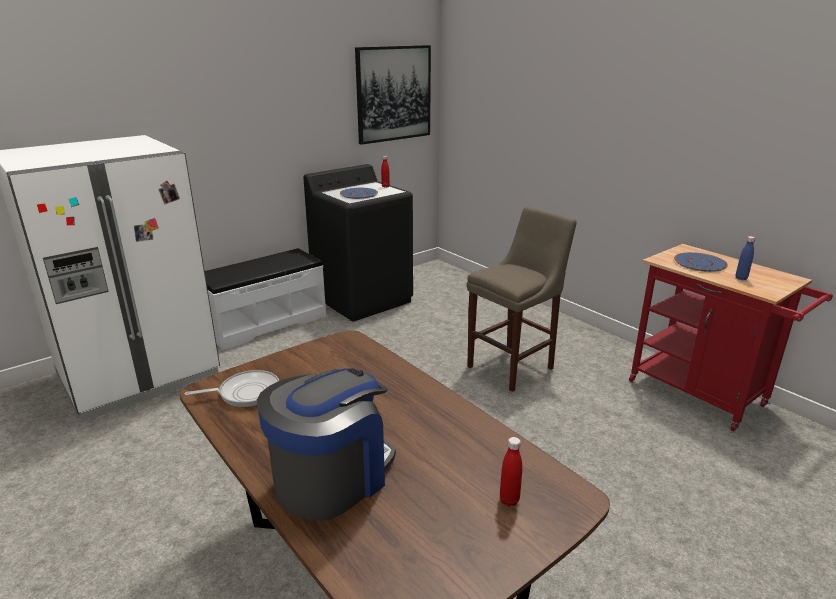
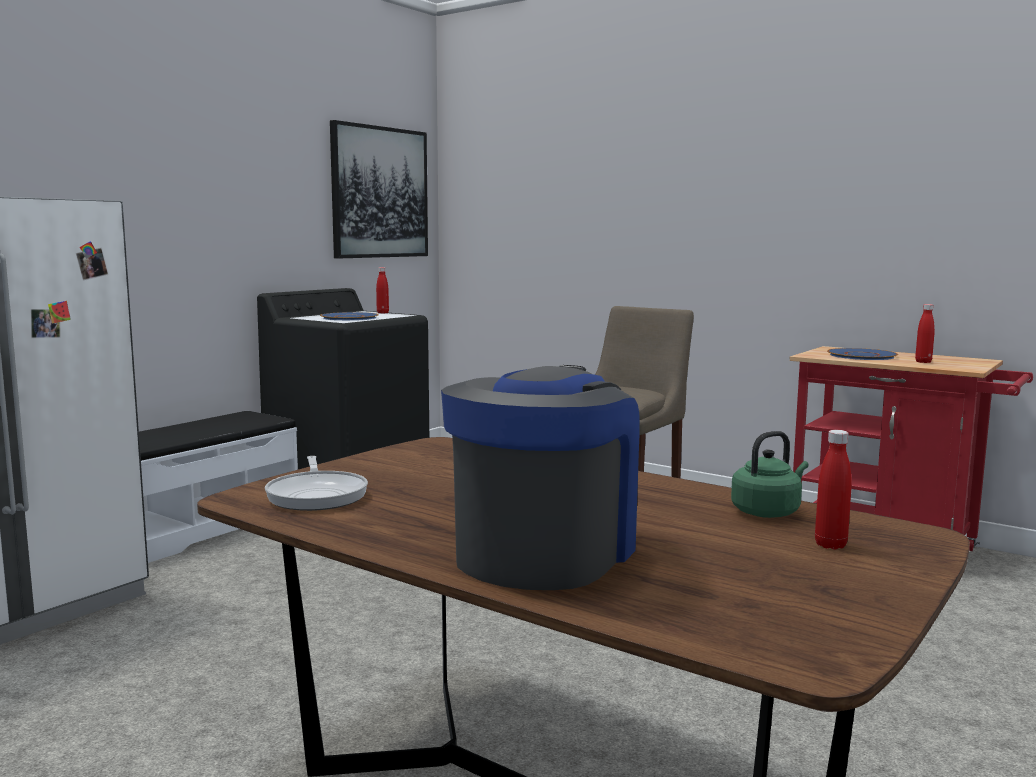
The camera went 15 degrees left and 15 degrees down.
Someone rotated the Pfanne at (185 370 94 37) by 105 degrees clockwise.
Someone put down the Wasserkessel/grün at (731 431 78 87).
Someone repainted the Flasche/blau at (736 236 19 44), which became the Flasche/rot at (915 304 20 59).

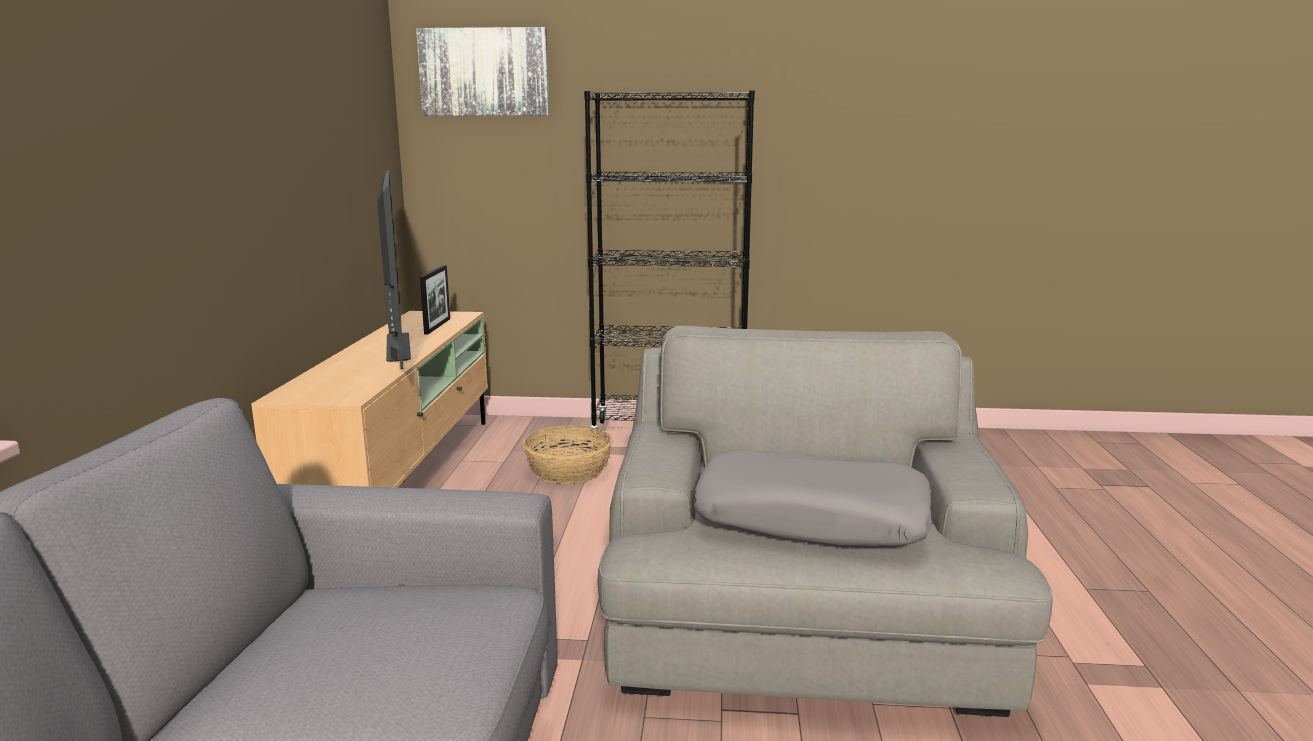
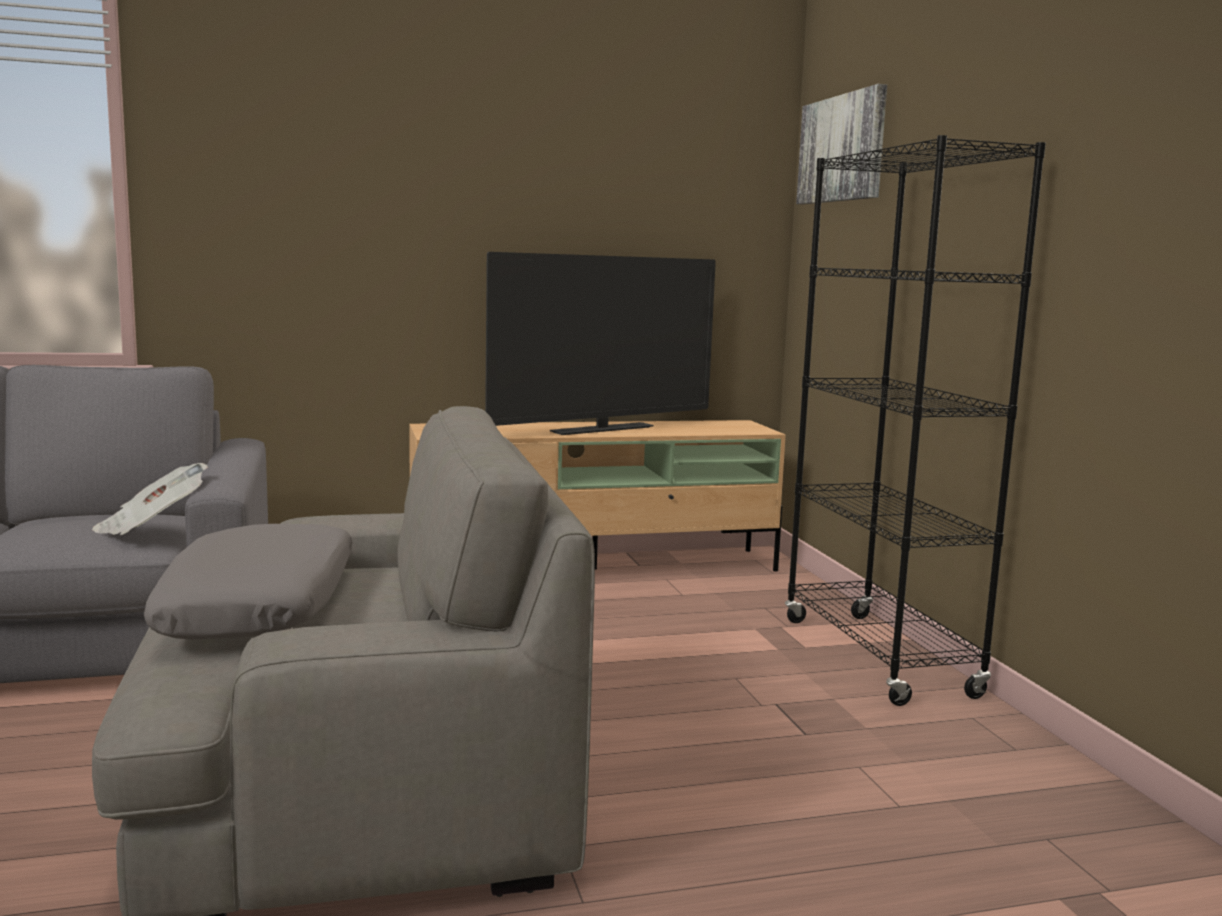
The camera went 70 degrees right and 5 degrees down.
Someone put down the Zeitung at (92 463 116 72).
Someone took away the Bilderrahmen at (420 265 30 70).
Someone took away the Korb at (522 426 91 58).

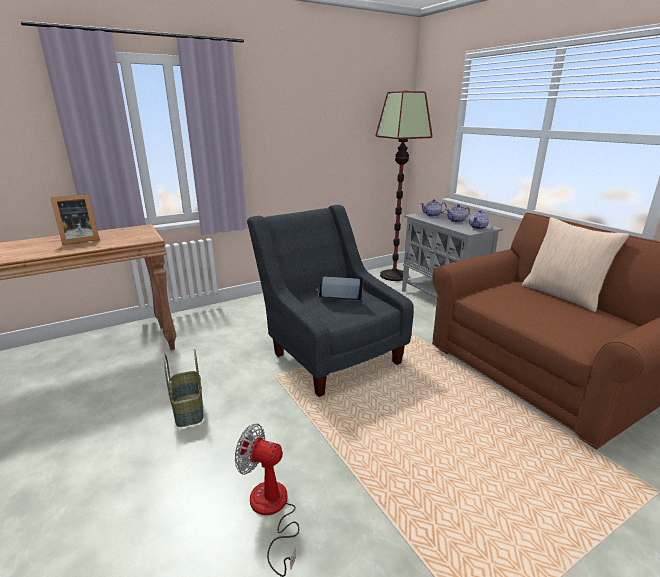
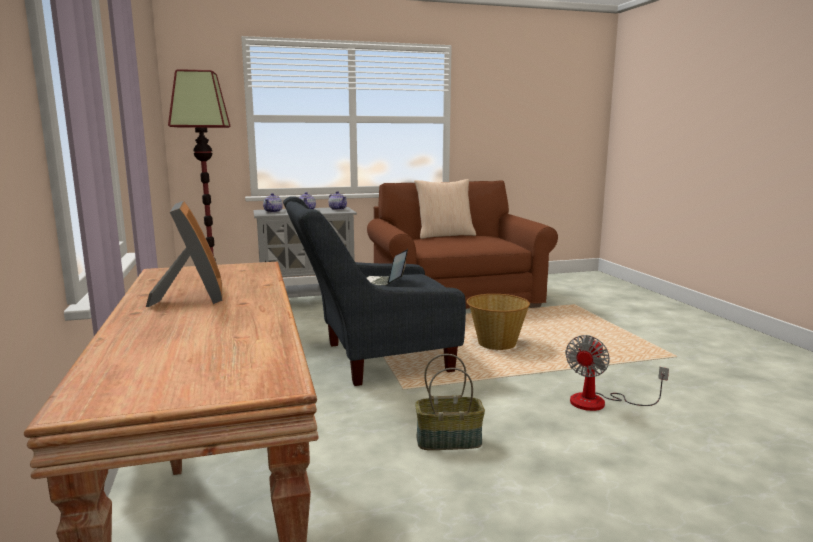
The camera went 75 degrees left and 10 degrees down.
Someone put down the Korb at (467 294 63 56).

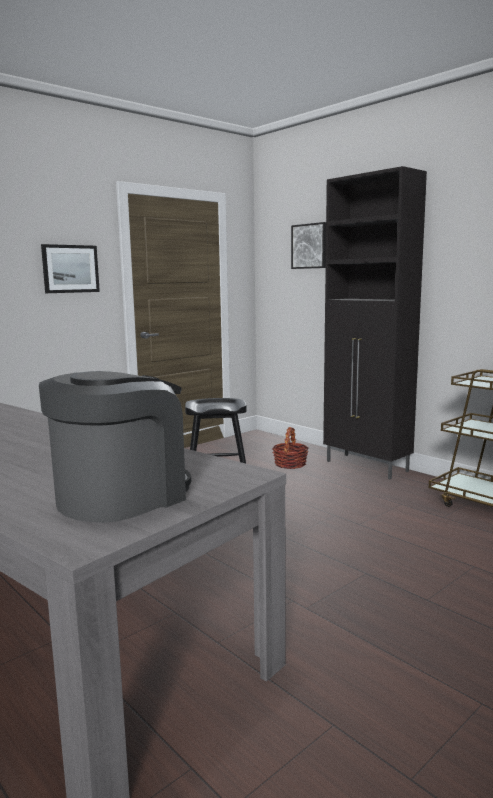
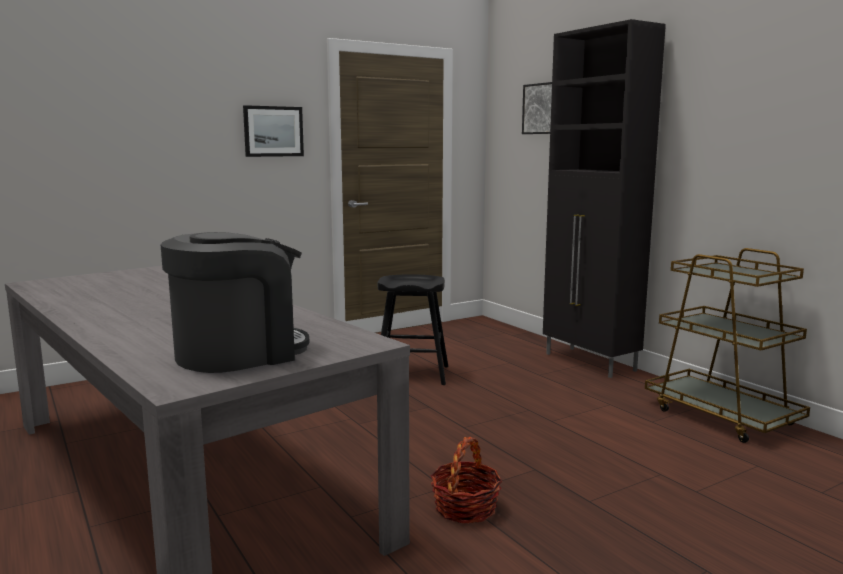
The camera went 10 degrees right and 0 degrees up.
Someone carried the Korb from (272 427 36 42) to (430 437 72 87).

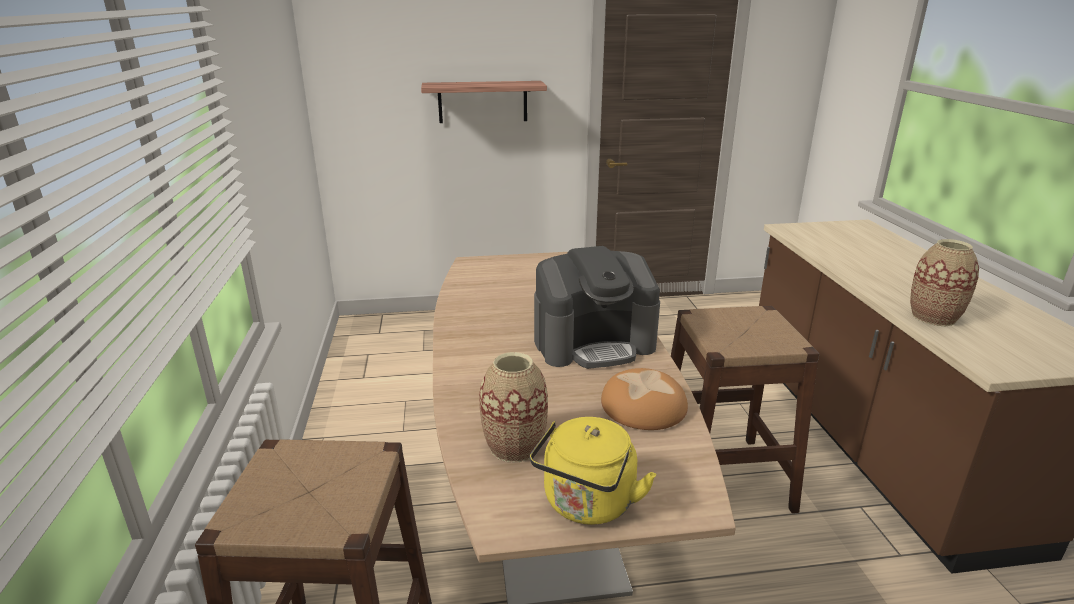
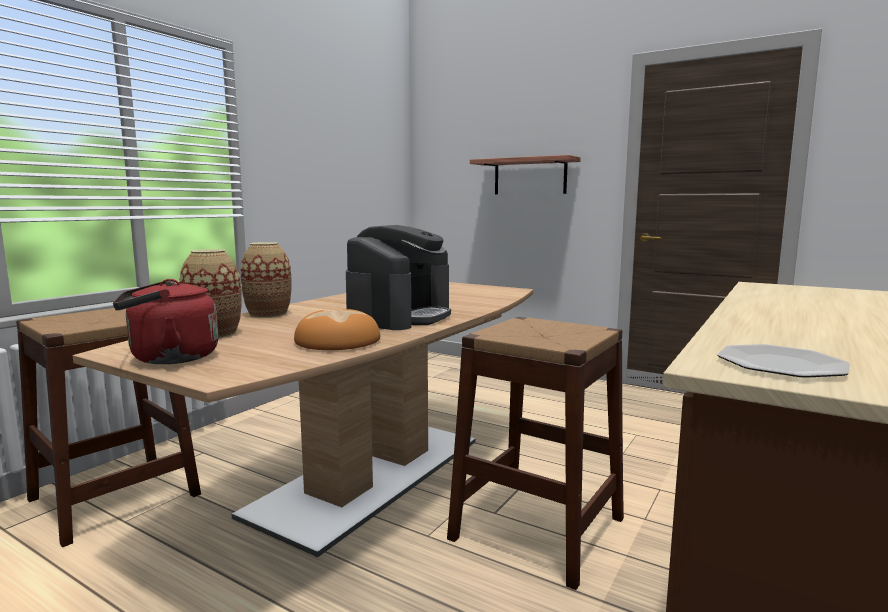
The camera went 40 degrees right and 15 degrees down.
Someone repainted the Wasserkessel/gelb at (530 417 126 108), which became the Wasserkessel/rot at (113 279 105 85).
Someone carried the Vase from (910 239 69 87) to (241 242 50 76).
Someone rotated the Kaffeemaschine at (534 246 126 123) by 90 degrees counterclockwise.
Someone put down the Teller at (717 344 133 34).

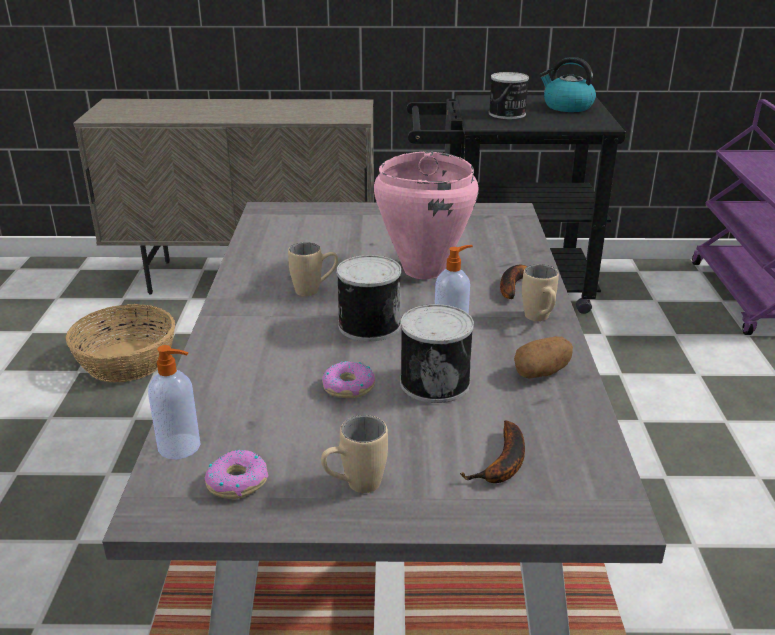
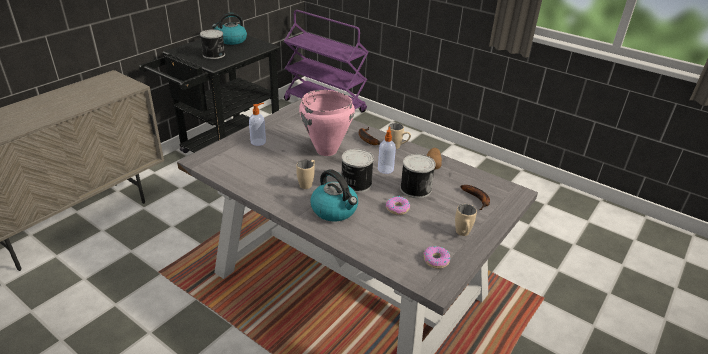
The camera went 55 degrees left and 5 degrees up.
Someone carried the Seifenspender from (148 345 52 114) to (249 103 17 43).
Someone put down the Wasserkessel at (311 169 47 52).
Someone took away the Korb at (66 304 109 79).

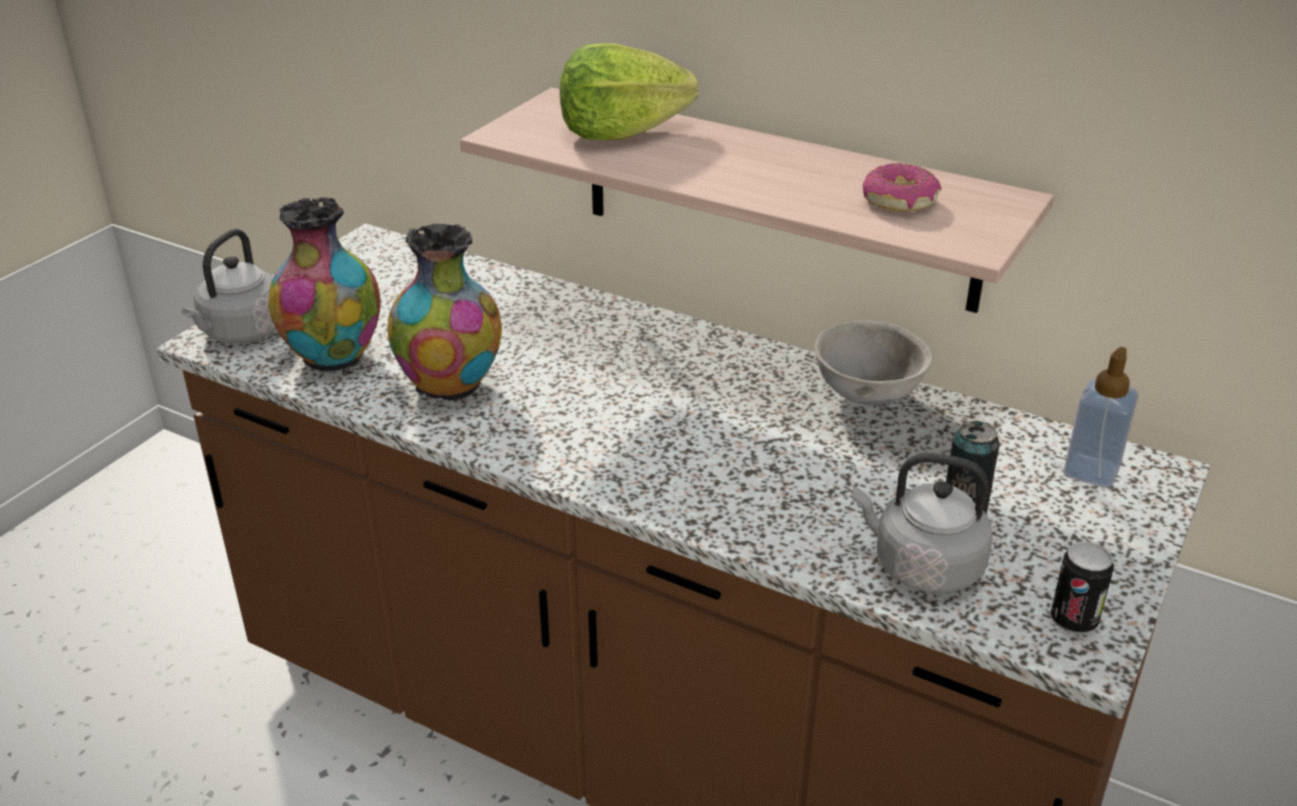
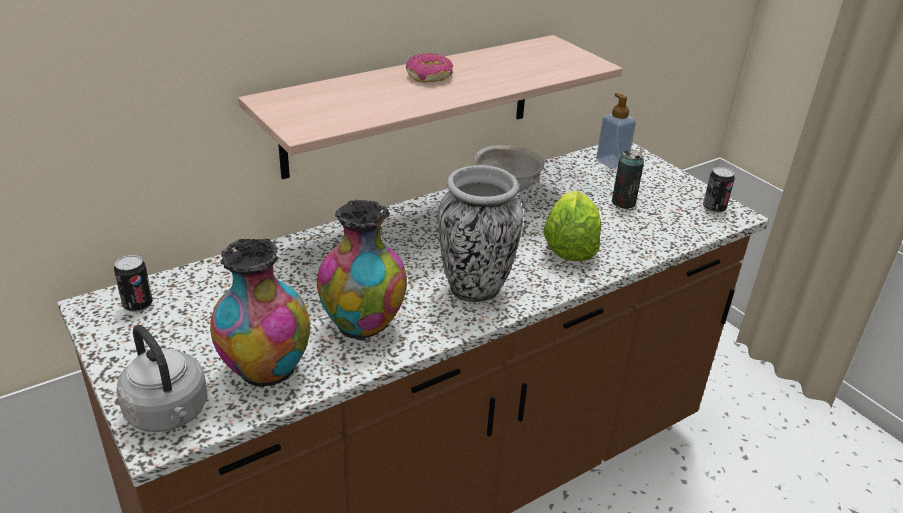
The camera went 65 degrees left and 0 degrees up.
Someone put down the Dose at (114 255 39 57).
Someone carried the Donut from (863 163 78 49) to (406 53 47 30).
Someone put down the Vase at (438 165 85 137).
Someone carried the Salatkopf from (560 43 139 97) to (543 191 58 70).
Someone took away the Wasserkessel/grau at (852 453 141 140).

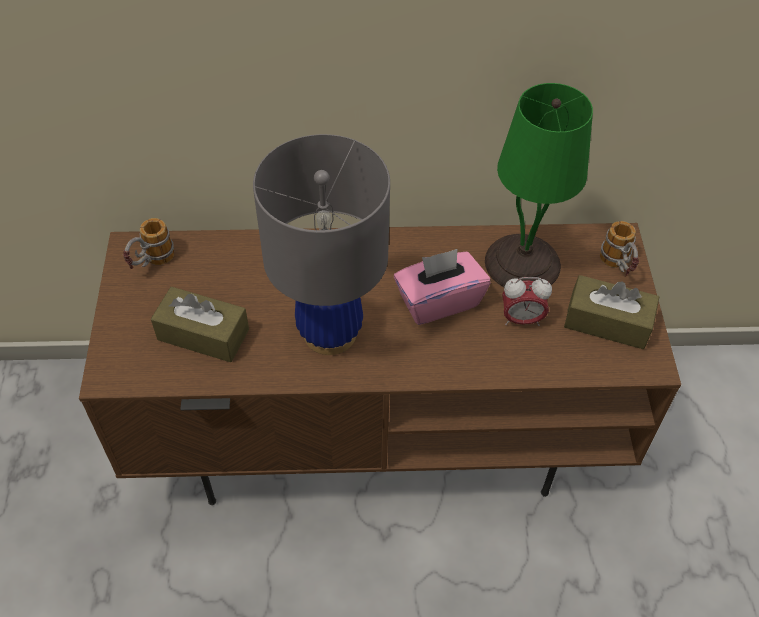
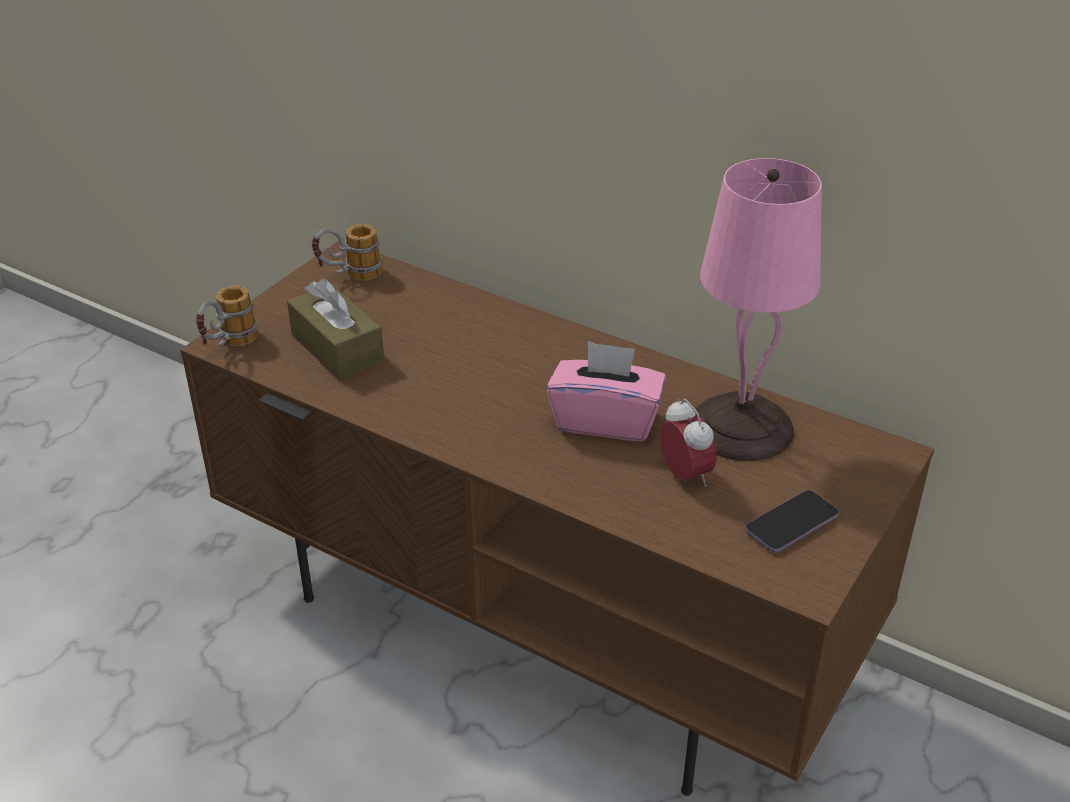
The camera went 35 degrees right and 15 degrees down.
Someone carried the Henkelbecher from (600 221 39 56) to (196 286 61 61).
Someone rotated the Wecker at (502 277 50 49) by 150 degrees counterclockwise.
Someone repainted the Tischlampe/grün at (485 83 108 204), which became the Tischlampe/rosa at (696 158 126 303).
Someone swapped the Taschentuchbox/braun at (564 275 95 74) for the Handy at (745 490 94 63).
Someone took away the Tischlampe/grau at (253 134 137 221).

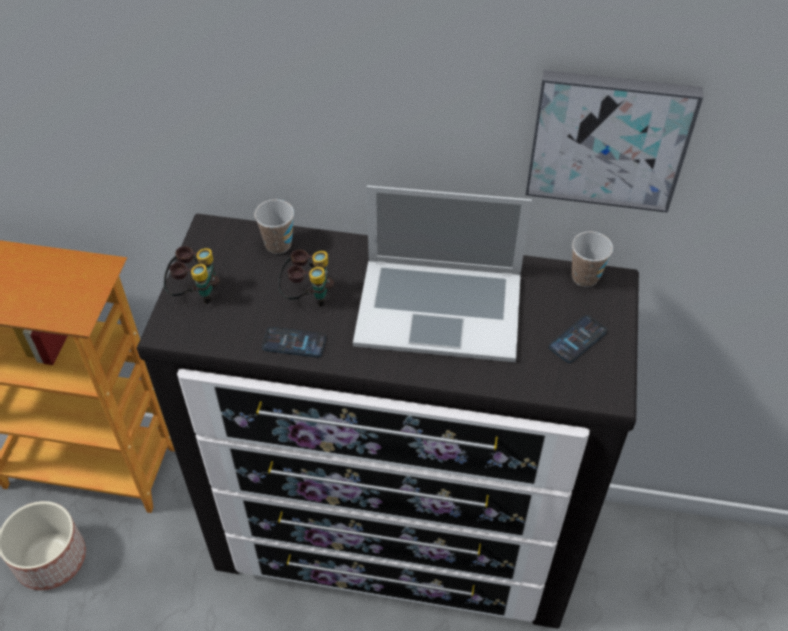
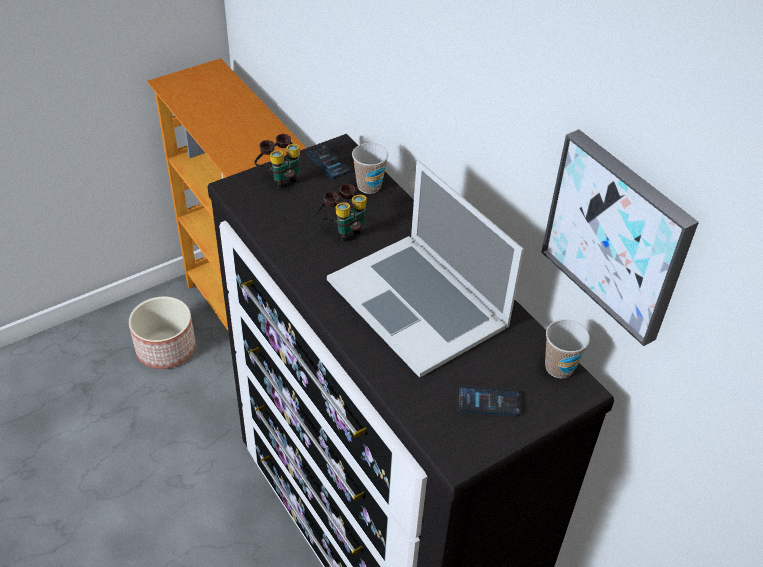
The camera went 45 degrees right and 5 degrees down.
Someone carried the Handy from (262 327 64 30) to (307 145 44 34).

